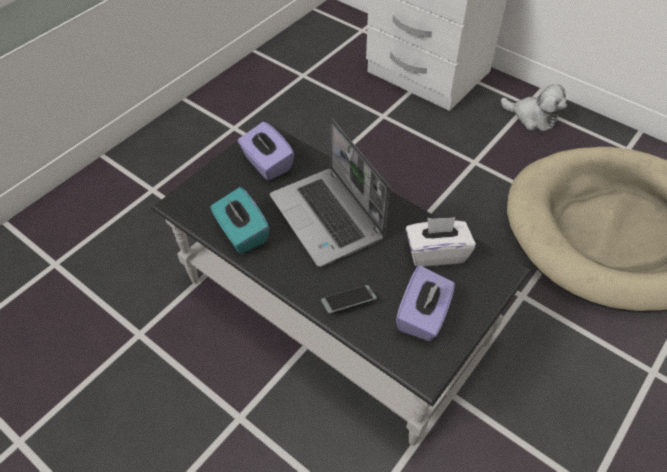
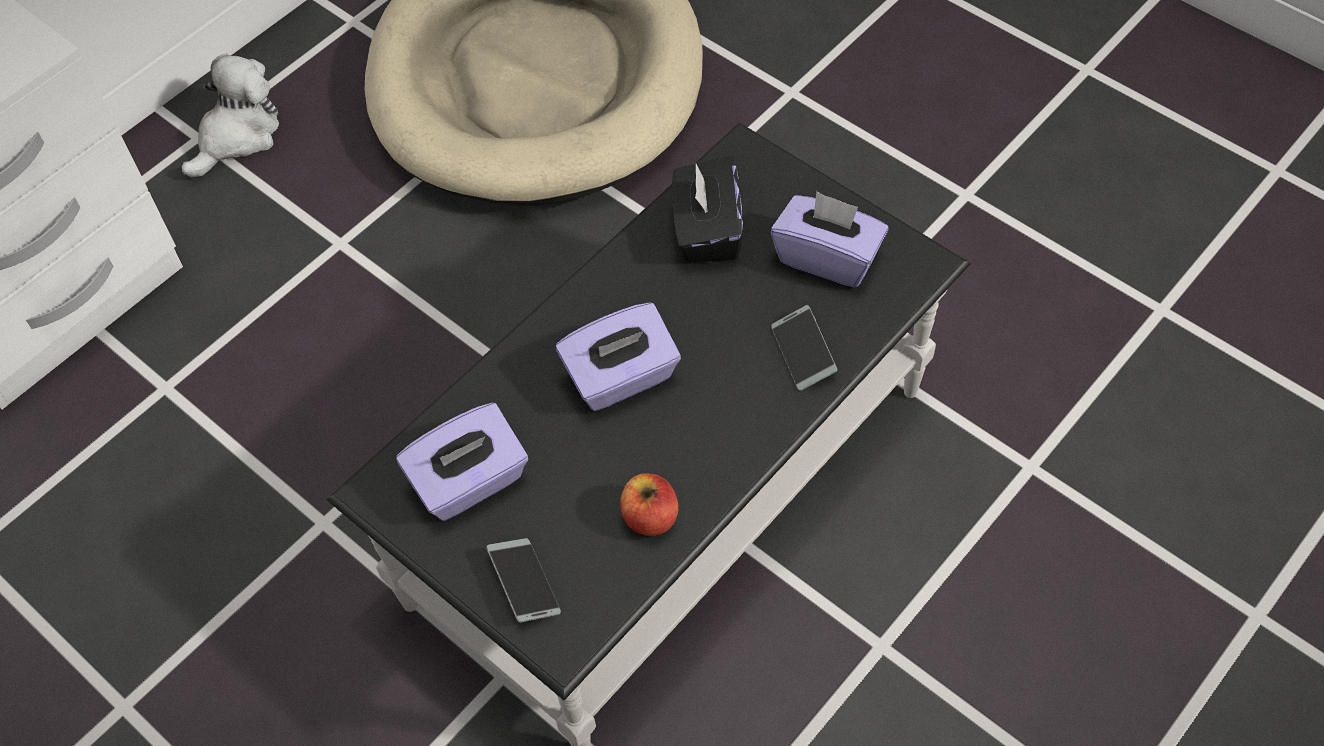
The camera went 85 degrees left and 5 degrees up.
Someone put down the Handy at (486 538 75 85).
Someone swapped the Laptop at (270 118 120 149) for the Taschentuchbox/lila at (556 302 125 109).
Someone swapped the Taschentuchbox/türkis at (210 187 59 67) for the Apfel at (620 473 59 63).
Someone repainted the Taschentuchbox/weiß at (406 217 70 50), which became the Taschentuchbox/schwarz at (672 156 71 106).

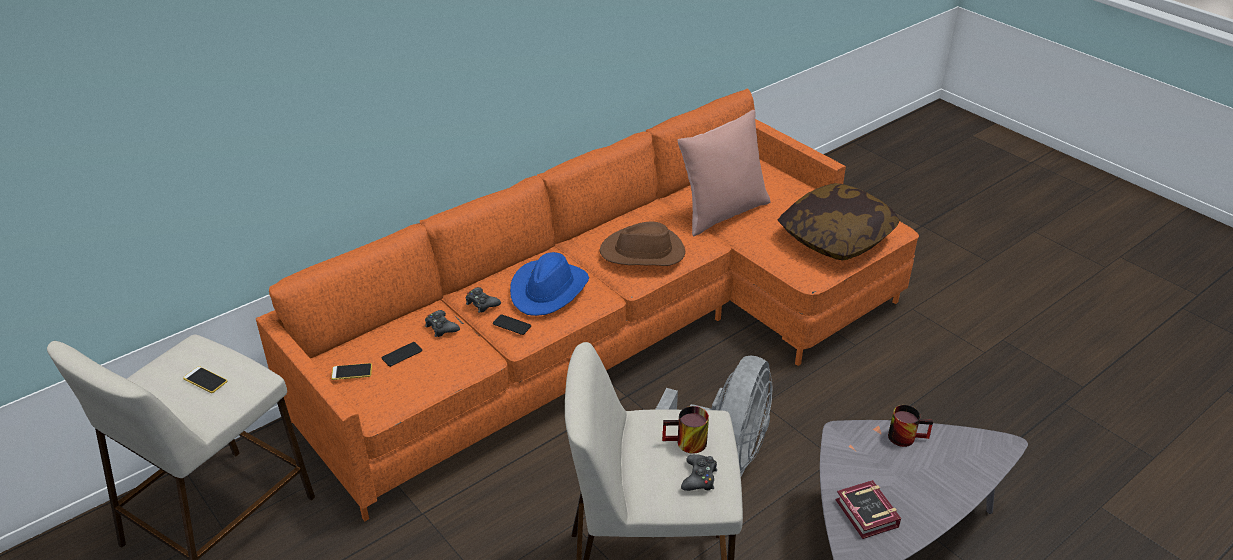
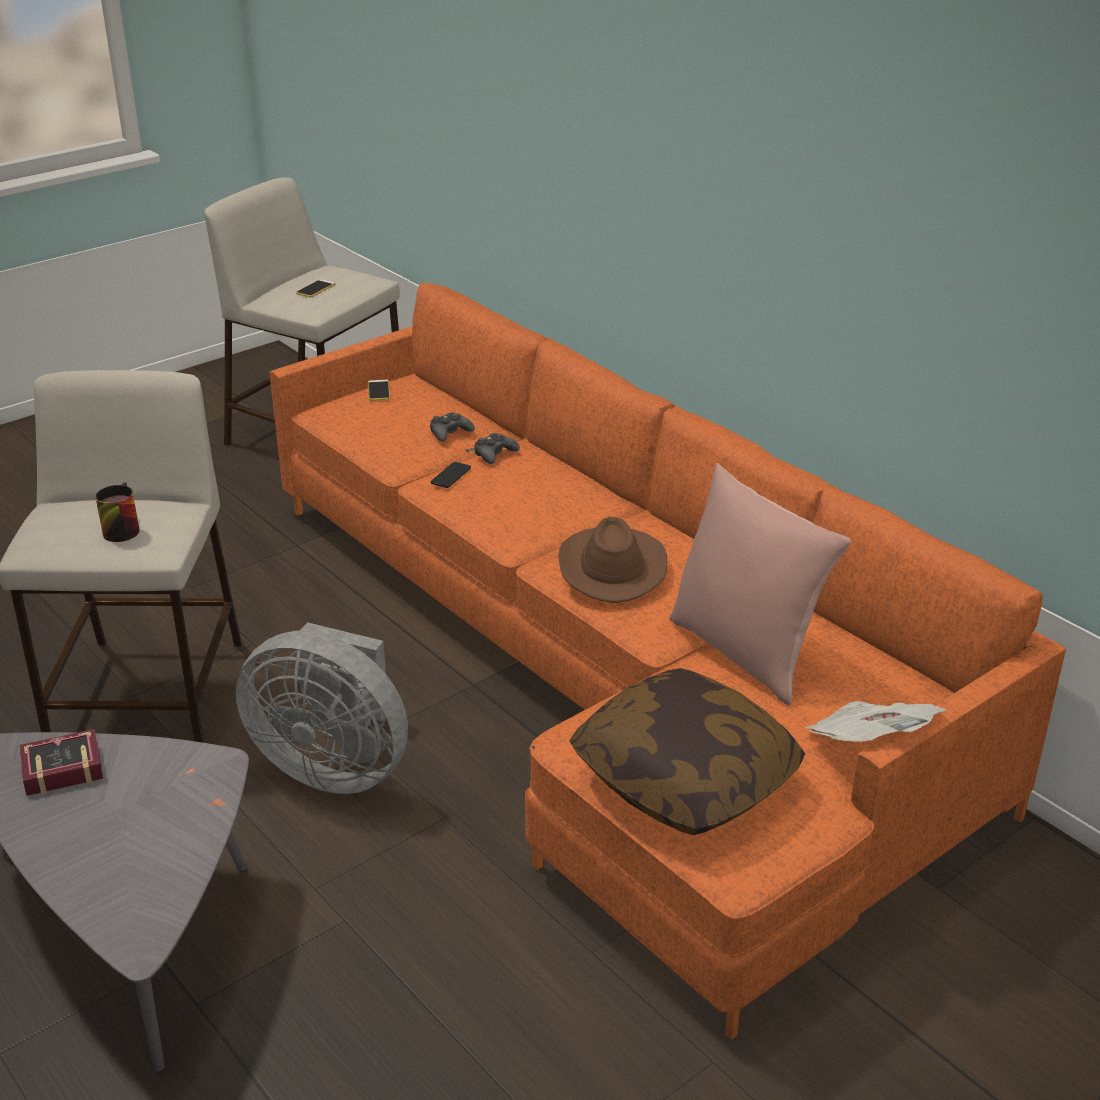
The camera went 90 degrees right and 5 degrees down.
Someone put down the Zeitung at (804 701 142 41).
Someone took away the Handy at (382 342 40 25).
Someone took away the Hut/blau at (510 252 79 64).
Someone took away the Gamepad/schwarz at (681 454 36 37).
Someone took away the Henkelbecher at (888 405 45 42).

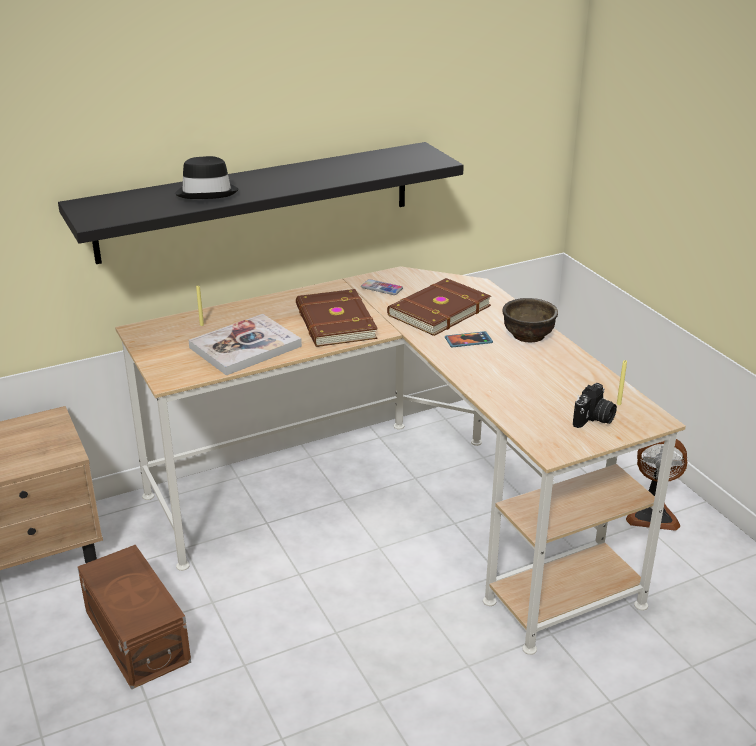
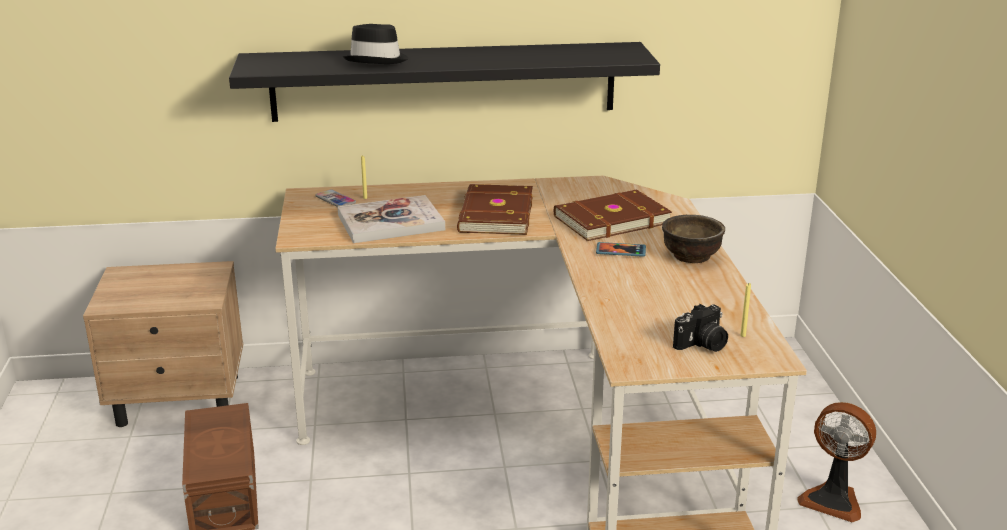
The camera went 20 degrees right and 5 degrees down.
Someone carried the Handy from (361 279 42 16) to (315 190 41 17).

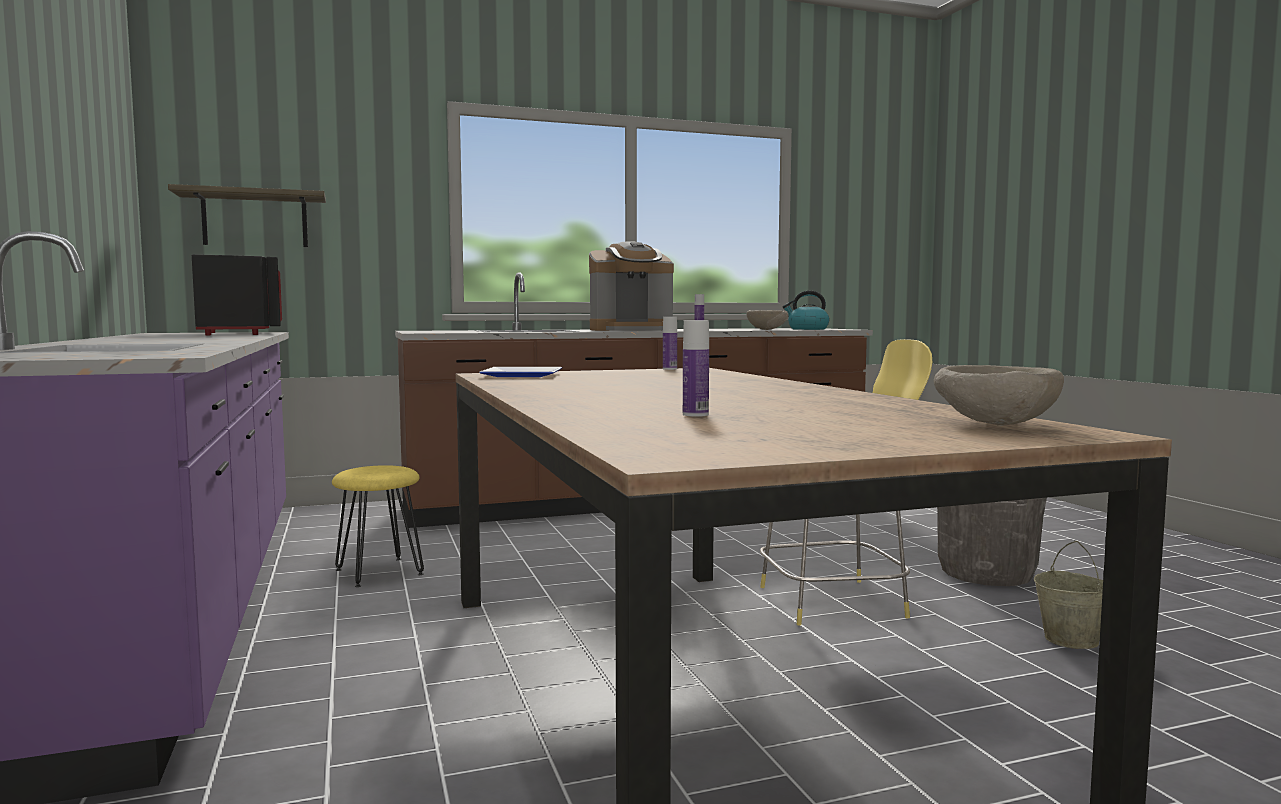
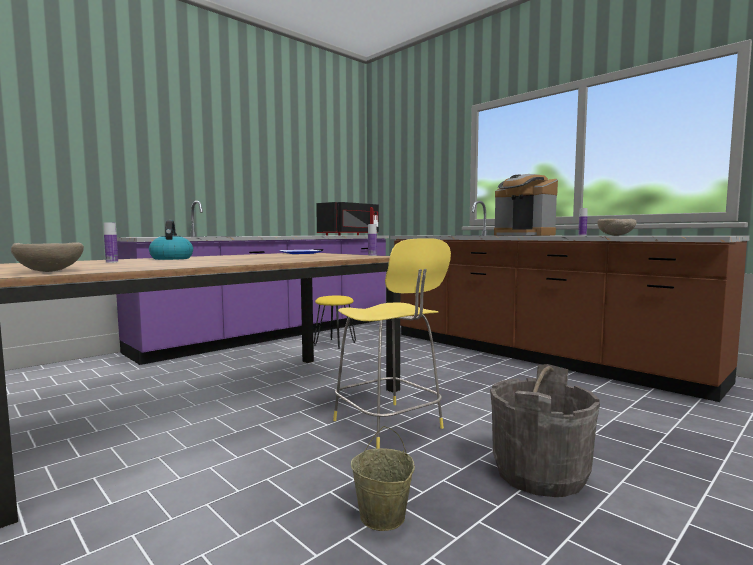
The camera went 65 degrees right and 0 degrees up.
Someone carried the Wasserkessel from (783 291 46 39) to (149 220 44 40).
Someone took away the Wandregal at (168 184 158 63).

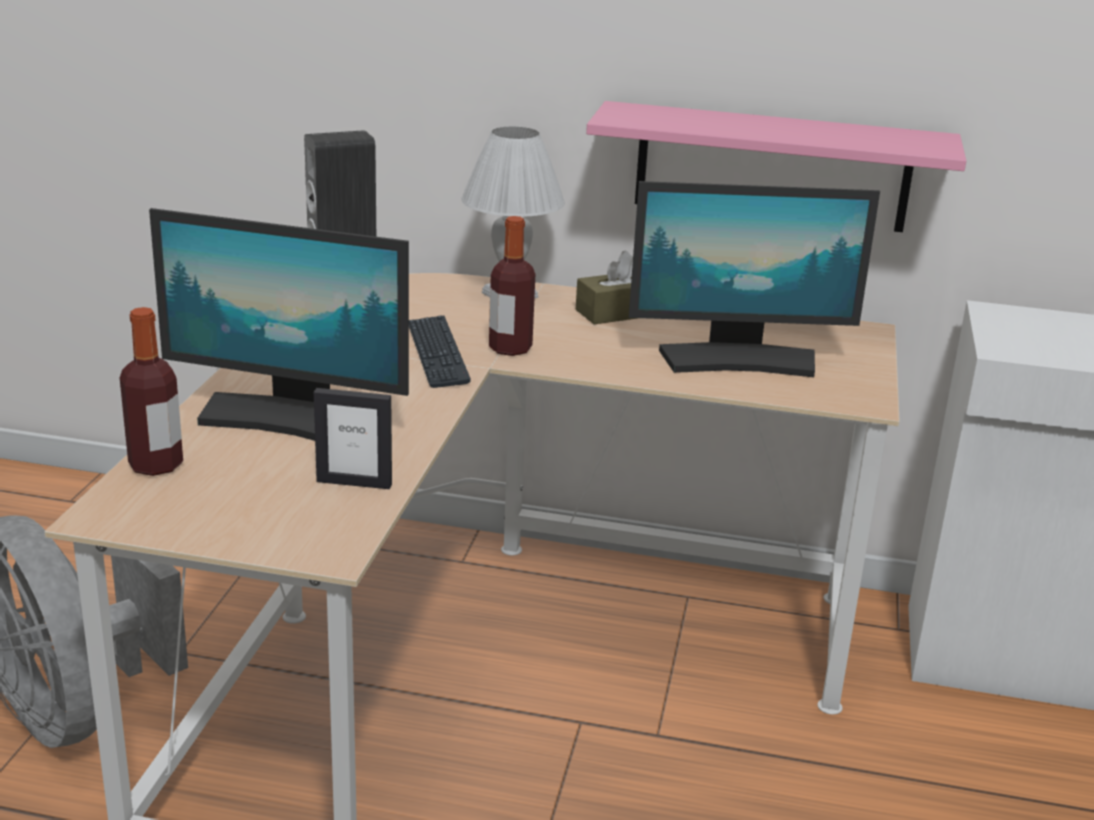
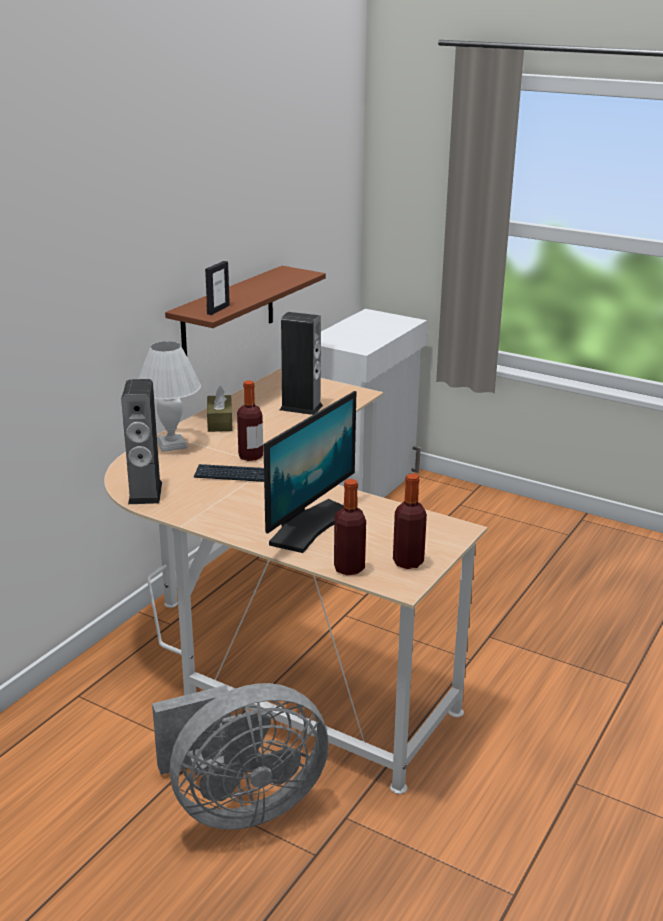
The camera went 70 degrees left and 0 degrees up.
Someone repainted the Wandregal/rosa at (586 101 380 131), which became the Wandregal/braun at (165 266 161 90).
Someone carried the Bilderrahmen from (314 388 78 101) to (205 261 25 54).
Someone swapped the Monitor at (629 181 251 196) for the Lautsprecher at (280 312 43 103).
Someone put down the Flasche at (393 473 34 96).

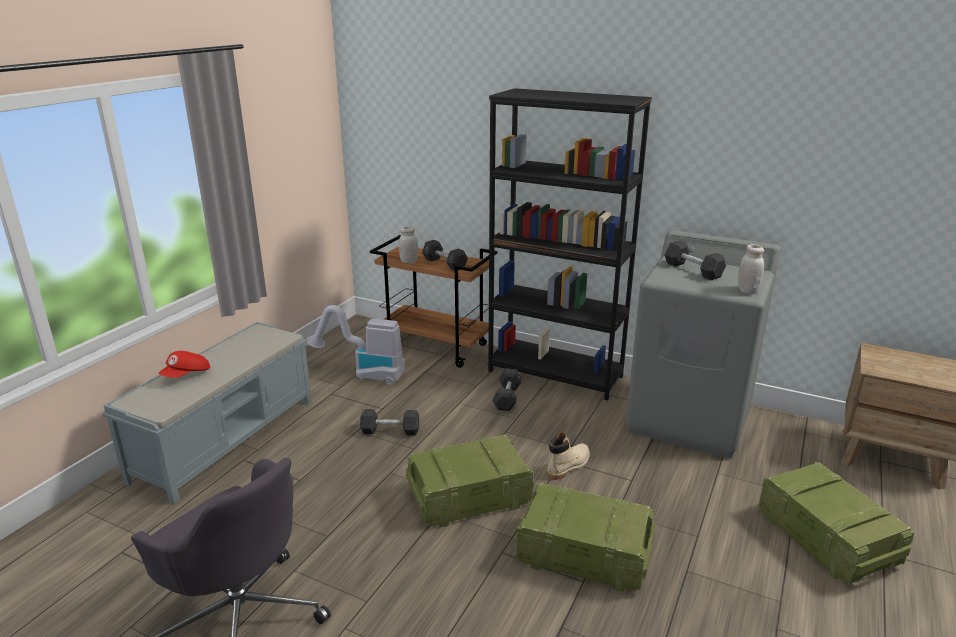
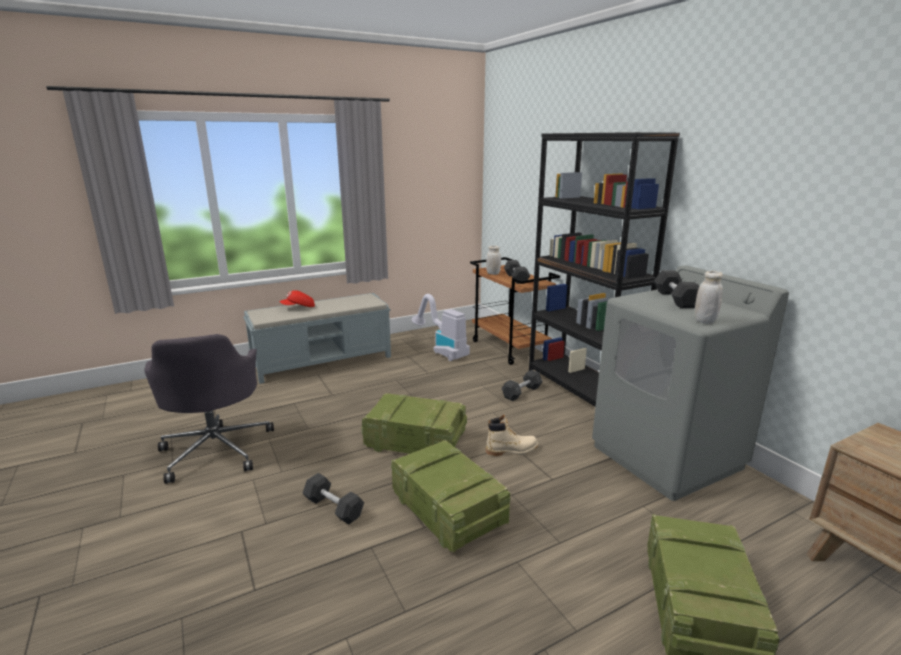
The camera went 35 degrees right and 5 degrees down.
Someone carried the Hantel/grau from (360 409 60 26) to (302 473 62 52).

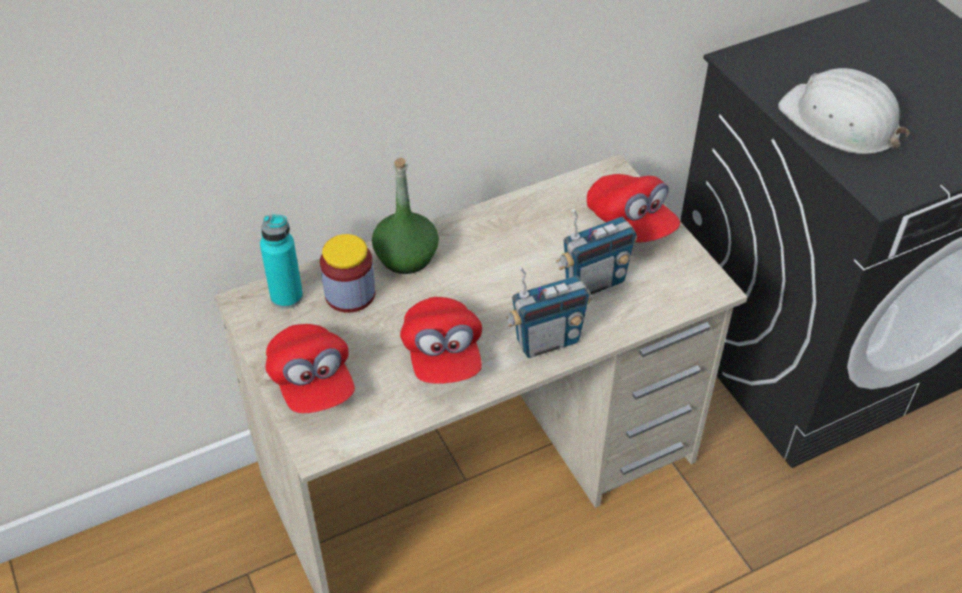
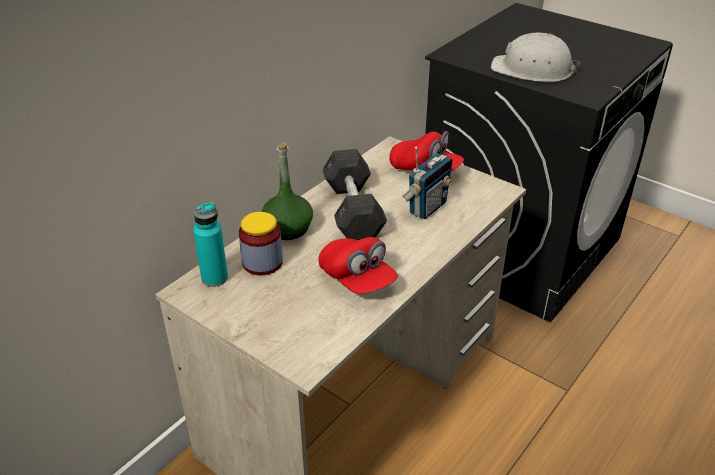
The camera went 25 degrees left and 10 degrees down.
Someone put down the Hantel/grau at (323 149 64 91).
Someone took away the Kappe/rot at (266 324 89 89).
Someone took away the Radio at (506 267 86 91).

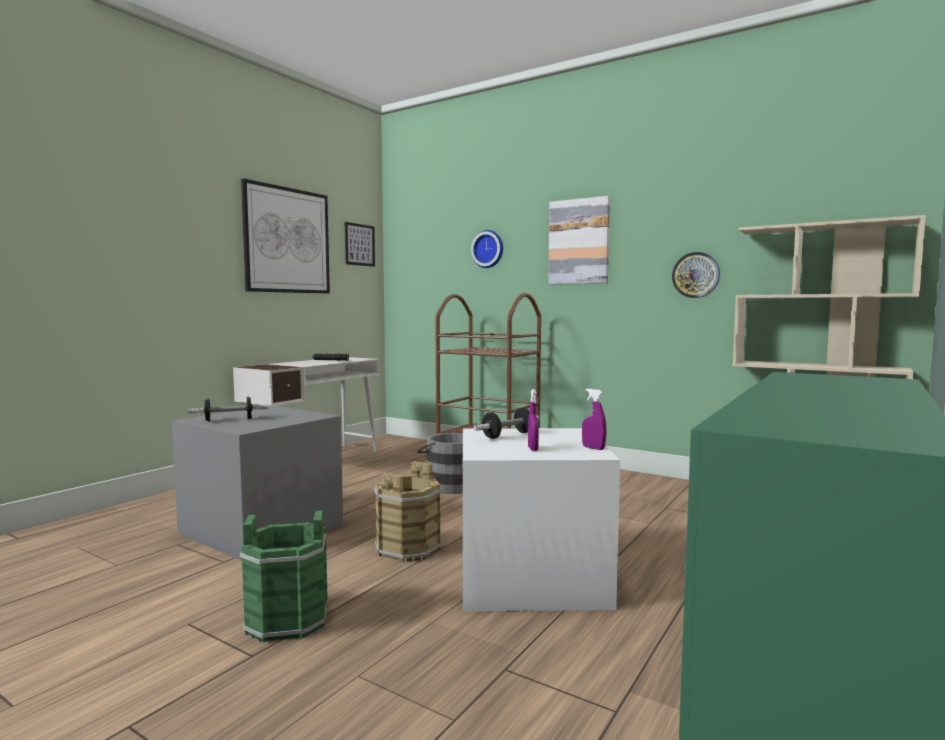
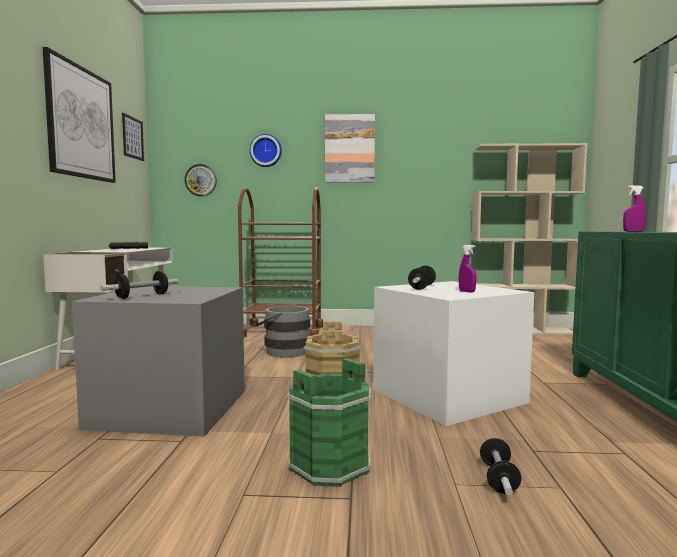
The camera went 30 degrees left and 0 degrees up.
Someone carried the Wanduhr from (672 252 48 46) to (184 164 33 33).
Someone put down the Hantel at (480 438 41 57).
Someone carried the Sprühflasche/lila from (582 388 25 62) to (623 185 23 47).

